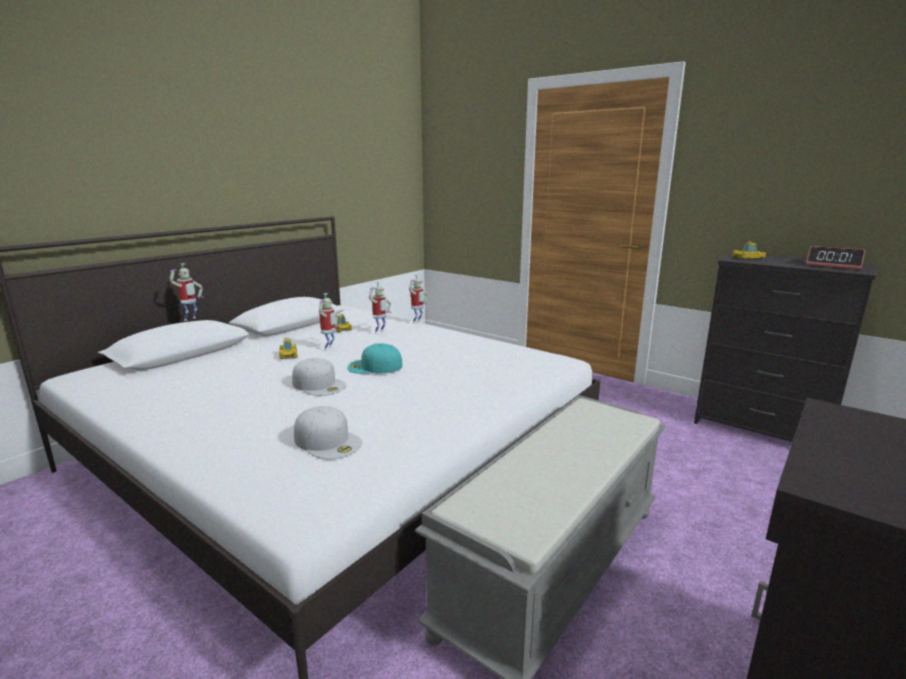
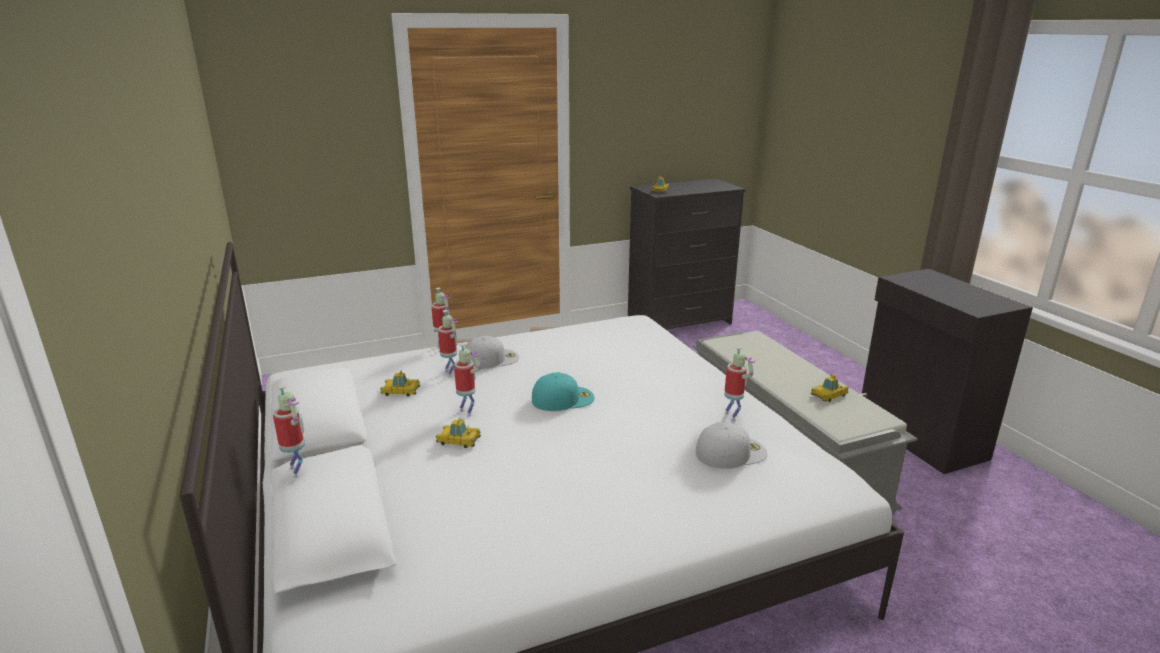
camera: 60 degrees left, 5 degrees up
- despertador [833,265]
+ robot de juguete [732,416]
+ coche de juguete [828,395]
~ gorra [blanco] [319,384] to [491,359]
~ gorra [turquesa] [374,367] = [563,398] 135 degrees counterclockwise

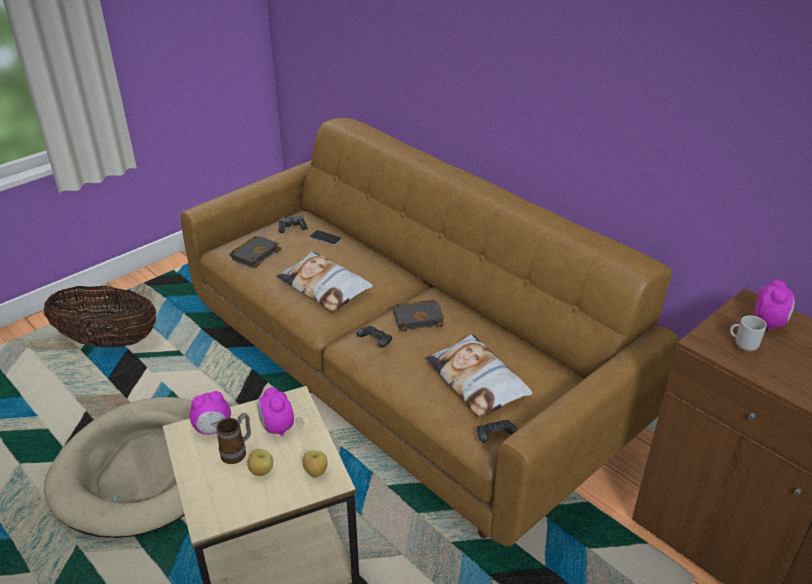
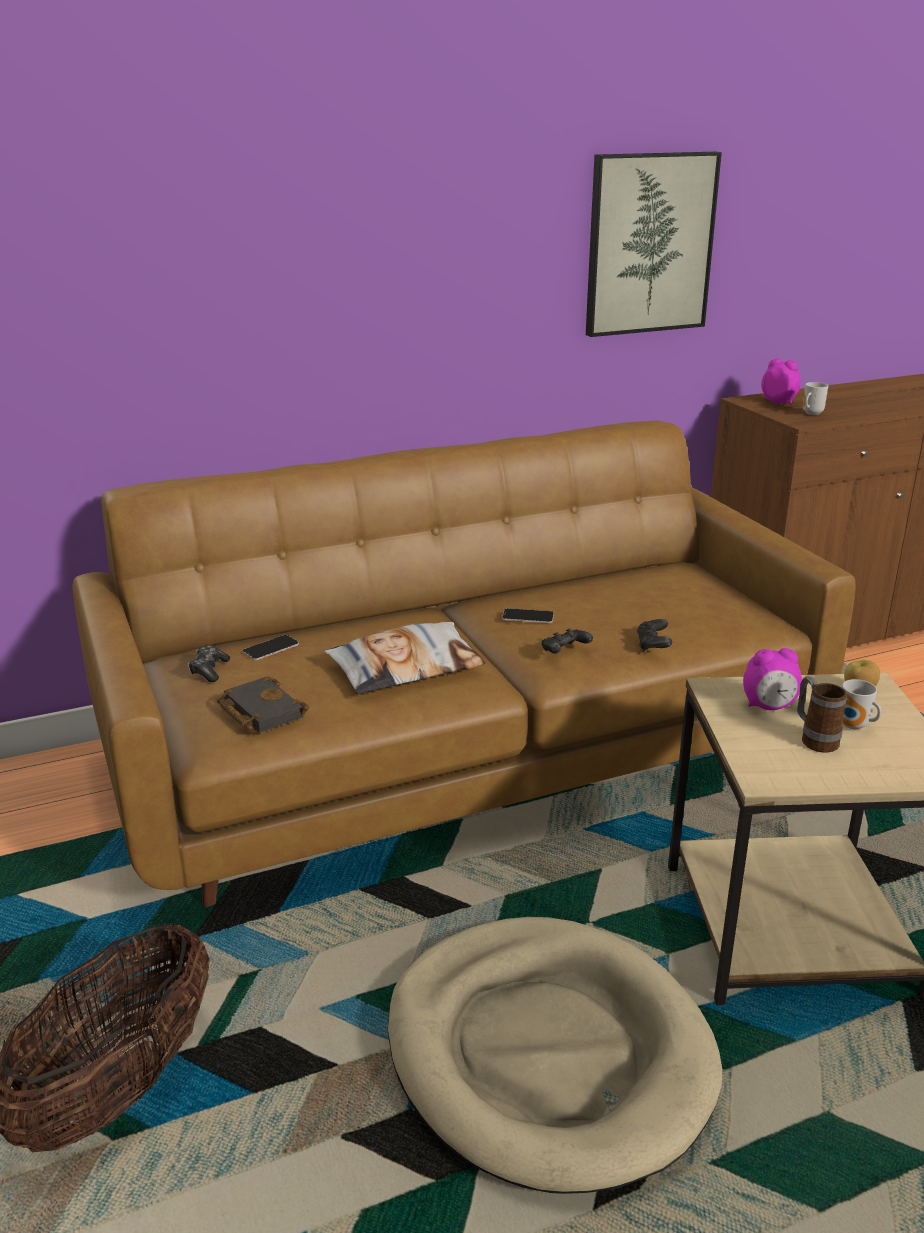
camera: 70 degrees left, 10 degrees down
- despertador [213,429]
- cojín [477,381]
+ cuadro [649,244]
~ mando de consola [negro] [495,437] to [653,645]
~ manzana [261,471] to taza grande [854,726]
~ libro [negro] [419,318] to móvil [528,617]

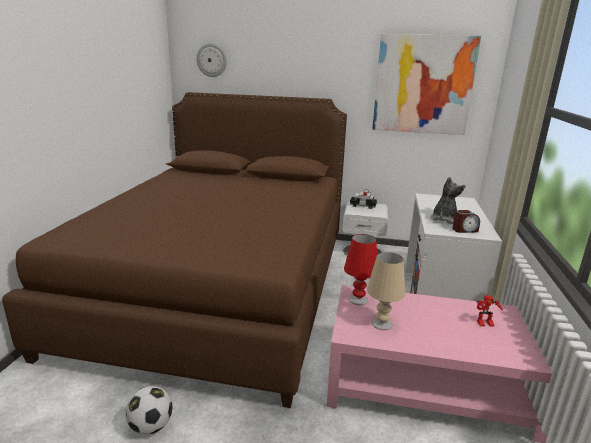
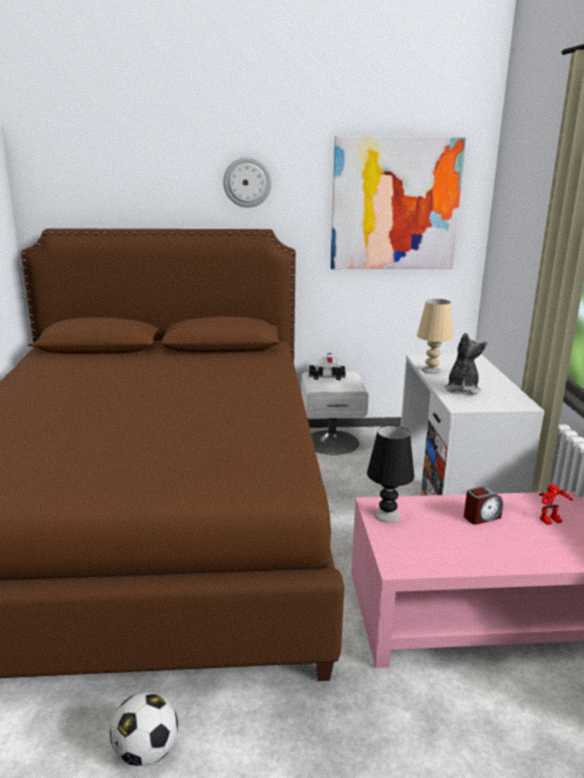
camera: 15 degrees left, 0 degrees up
~ reloj de pared [212,60] to [247,182]
~ lámpara de mesa [beis] [382,324] to [431,370]
~ despertador [464,230] to [481,517]
~ lámpara de mesa [rojo] [358,300] to lámpara de mesa [negro] [387,515]

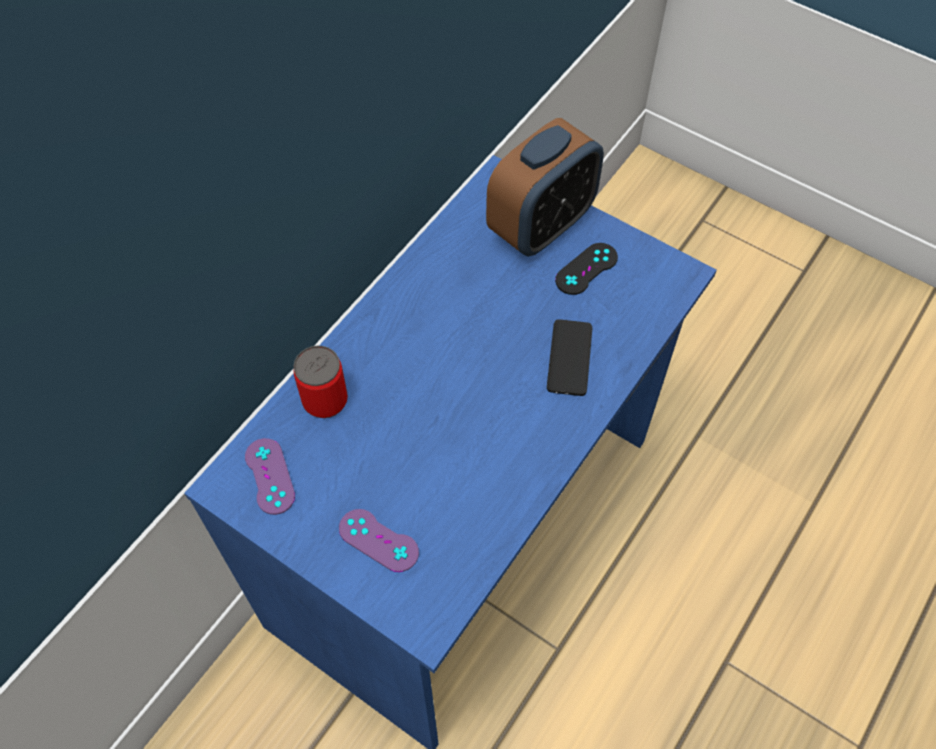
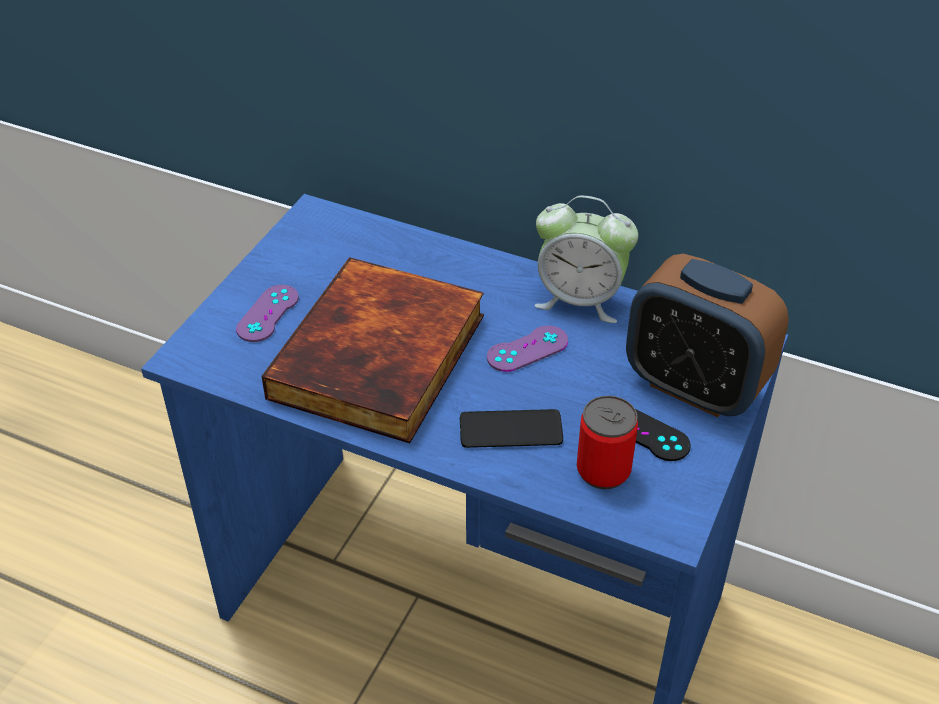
camera: 80 degrees right, 15 degrees down
+ libro [381,358]
+ despertador [580,300]
~ mando de consola [morado] [270,476] to [527,349]
~ lata [325,400] to [603,470]

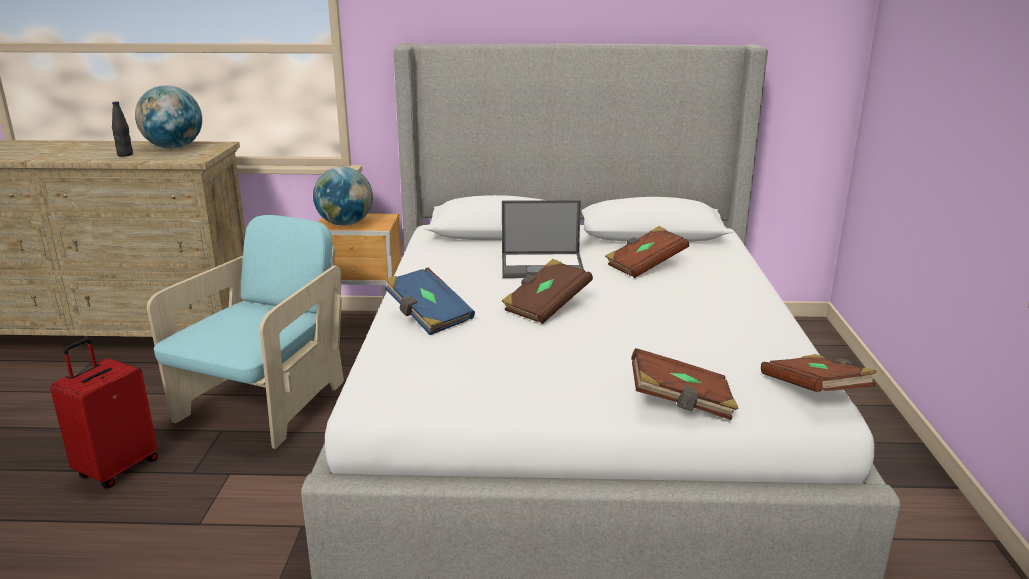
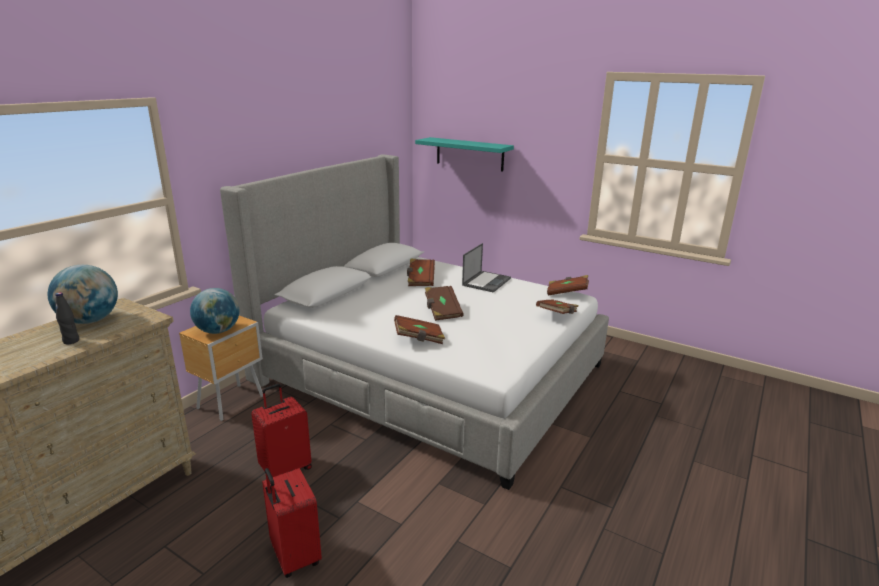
camera: 60 degrees left, 0 degrees up
+ estante [turquesa] [469,154]
~ portátil [543,266] to [486,281]
~ sillón [turquesa] [265,404] to maleta [rojo] [285,469]
~ libro [azul] [428,316] to libro [marrón] [419,339]

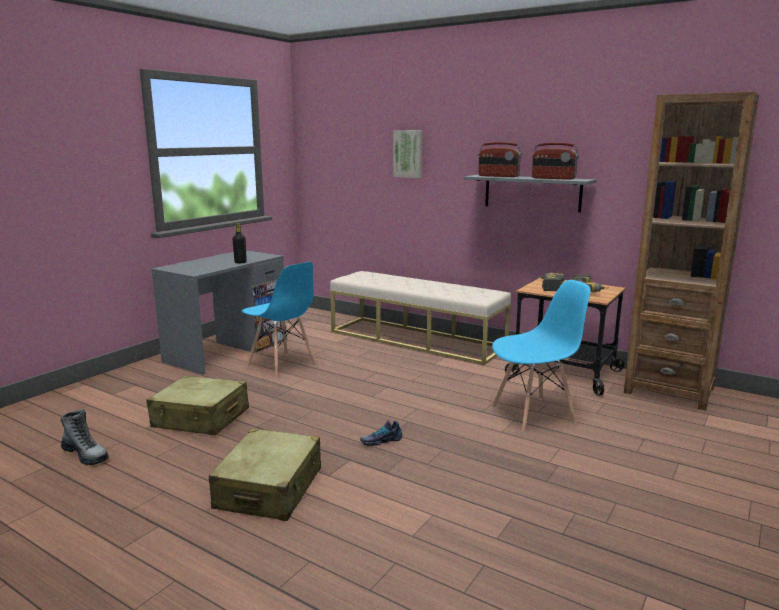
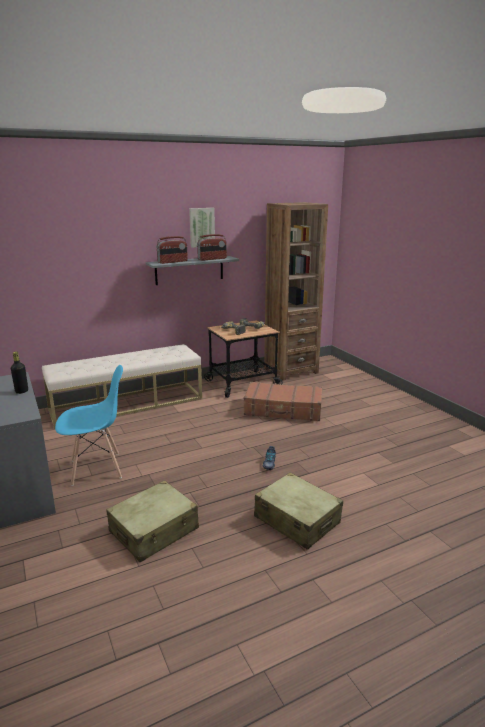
camera: 60 degrees left, 5 degrees up
- bota [86,455]
~ cuadro [408,153] to [201,227]
~ silla [azul] [533,415] to maleta [marrón] [283,410]

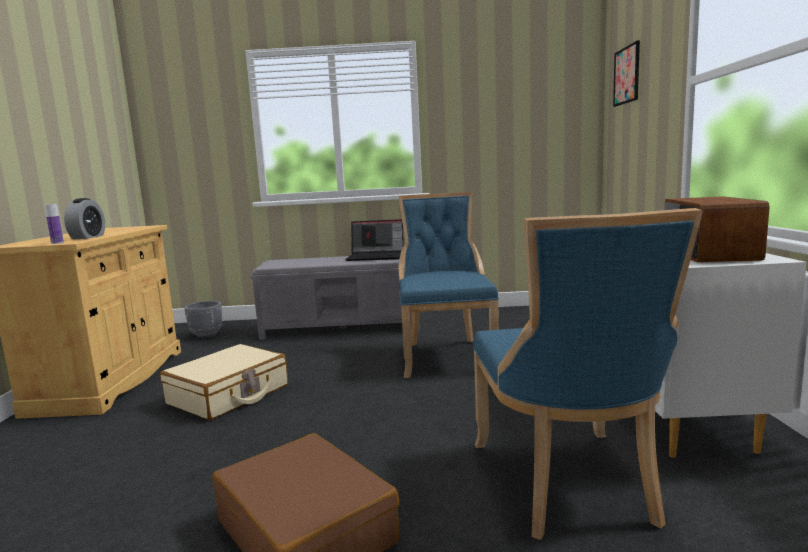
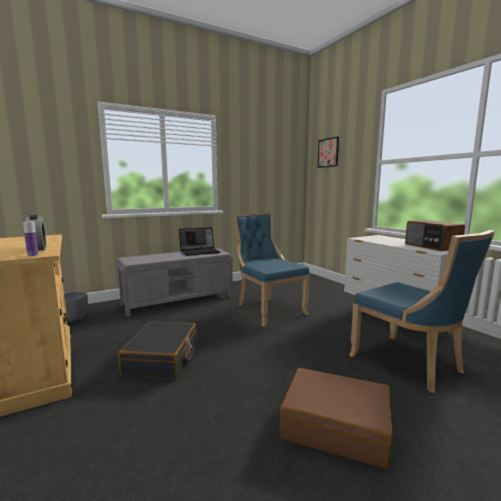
camera: 30 degrees left, 0 degrees up
~ maleta [beis] [229,395] to maleta [negro] [162,359]

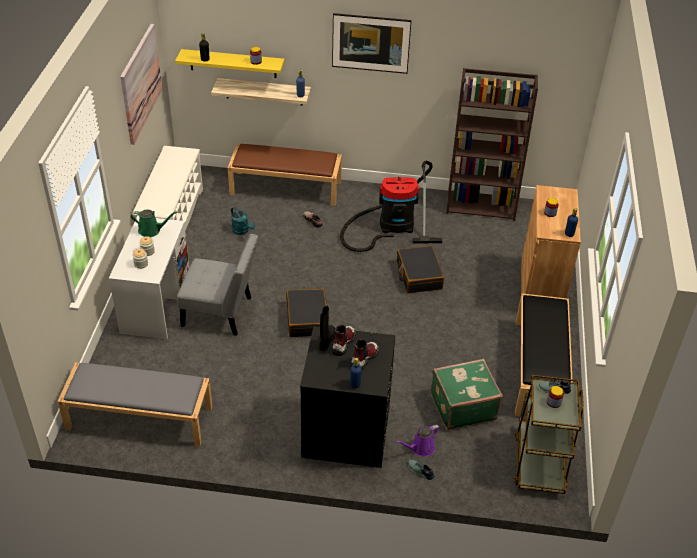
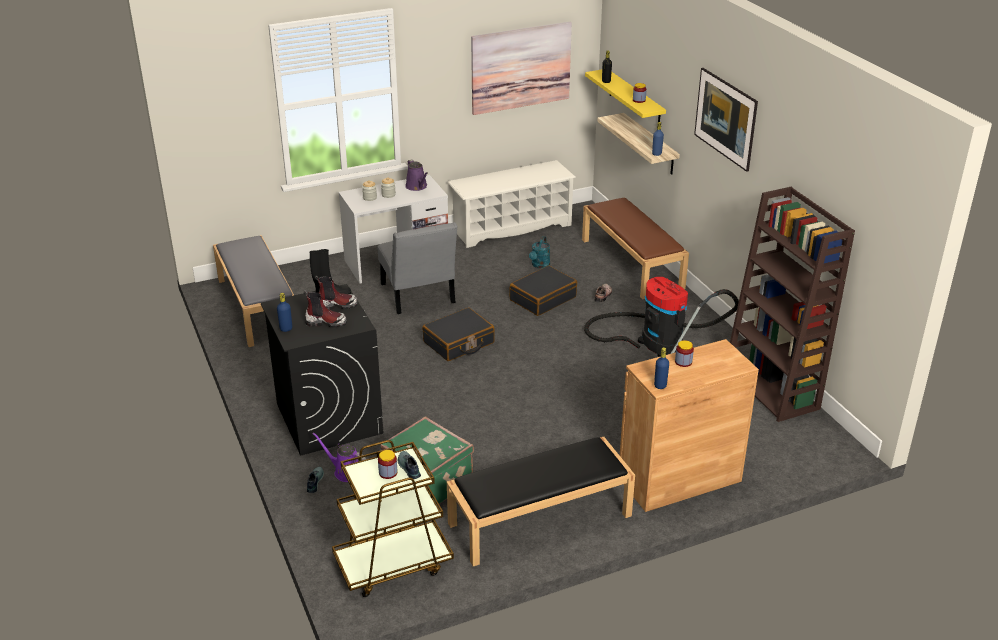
camera: 60 degrees right, 10 degrees down
~ maleta [negro] [418,275] to [542,298]
~ regadera [verde] [151,230] to regadera [morado] [417,187]

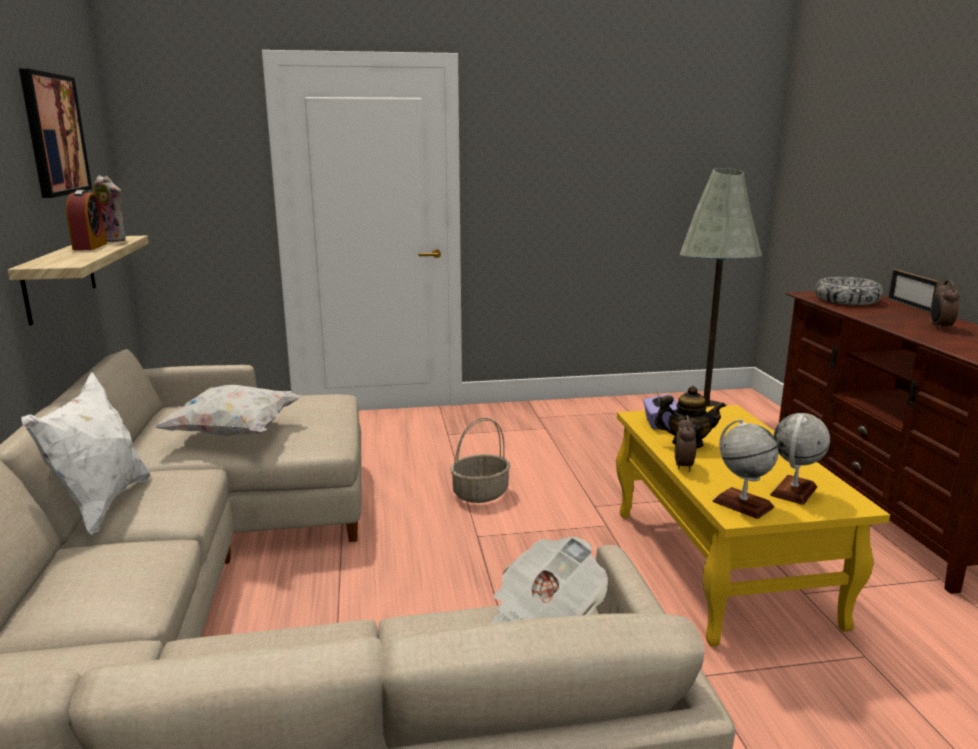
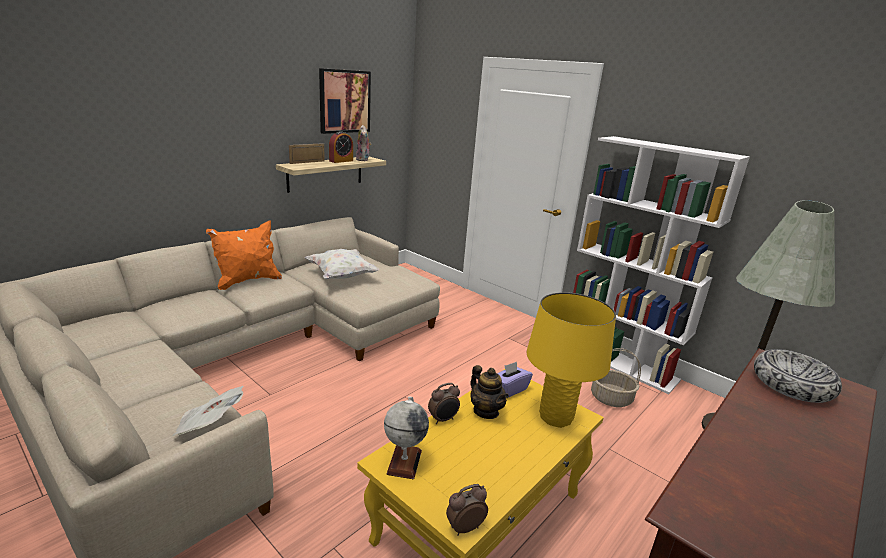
camera: 50 degrees right, 5 degrees up
- globo terráqueo [793,491]
+ lámpara de mesa [amarillo] [556,417]
+ estantería [blanco] [617,362]
~ cesta [480,493] to [611,398]
~ portarretratos [910,306] to [307,162]
~ despertador [940,327] to [464,527]
~ cojín [blanco] [101,505] to cojín [naranja] [247,281]

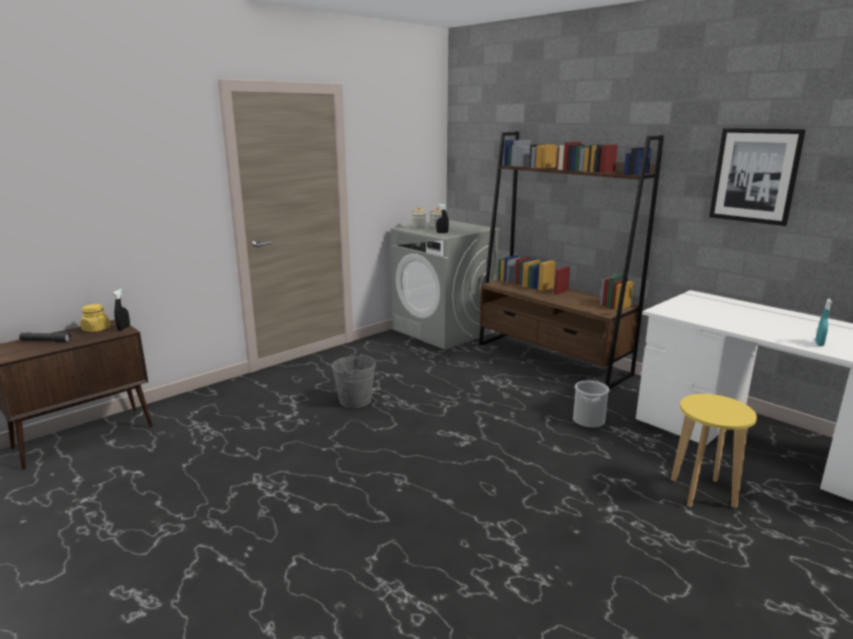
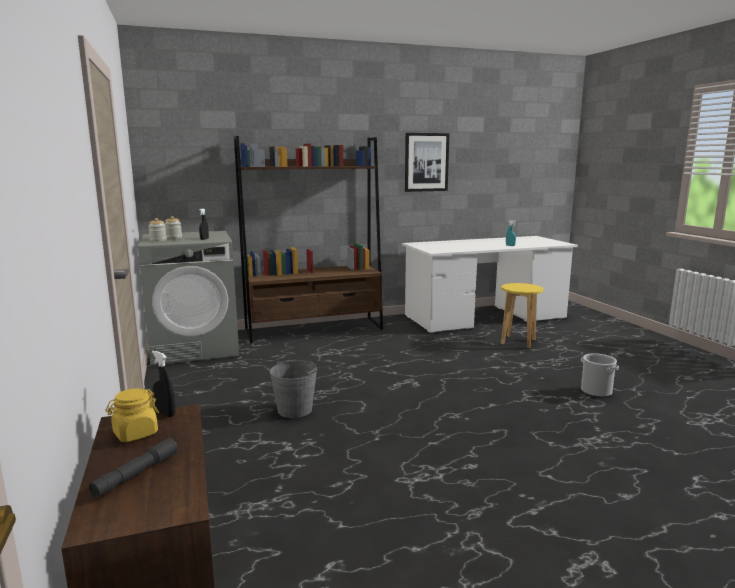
camera: 65 degrees left, 5 degrees down
~ cubo [588,421] to [596,391]

